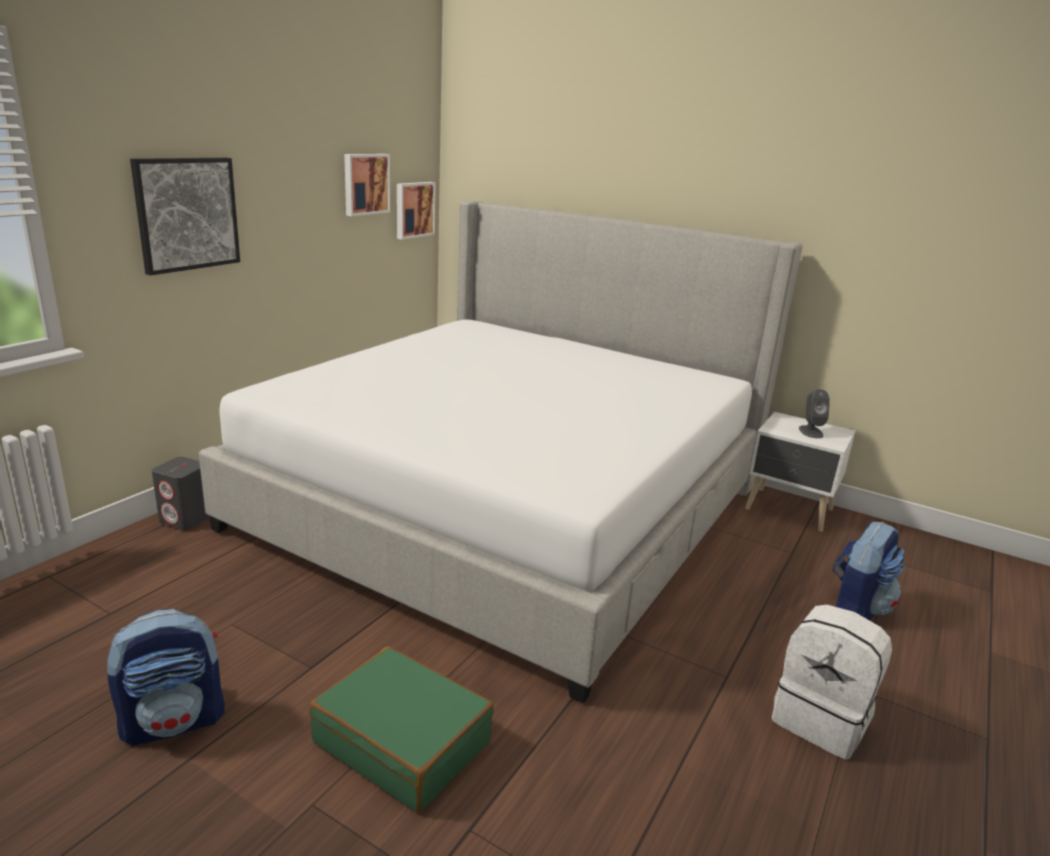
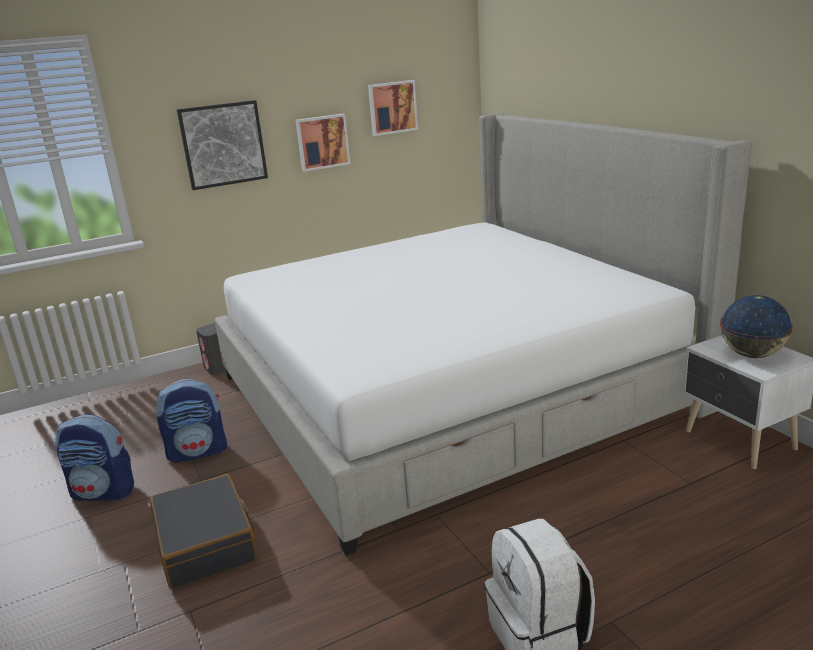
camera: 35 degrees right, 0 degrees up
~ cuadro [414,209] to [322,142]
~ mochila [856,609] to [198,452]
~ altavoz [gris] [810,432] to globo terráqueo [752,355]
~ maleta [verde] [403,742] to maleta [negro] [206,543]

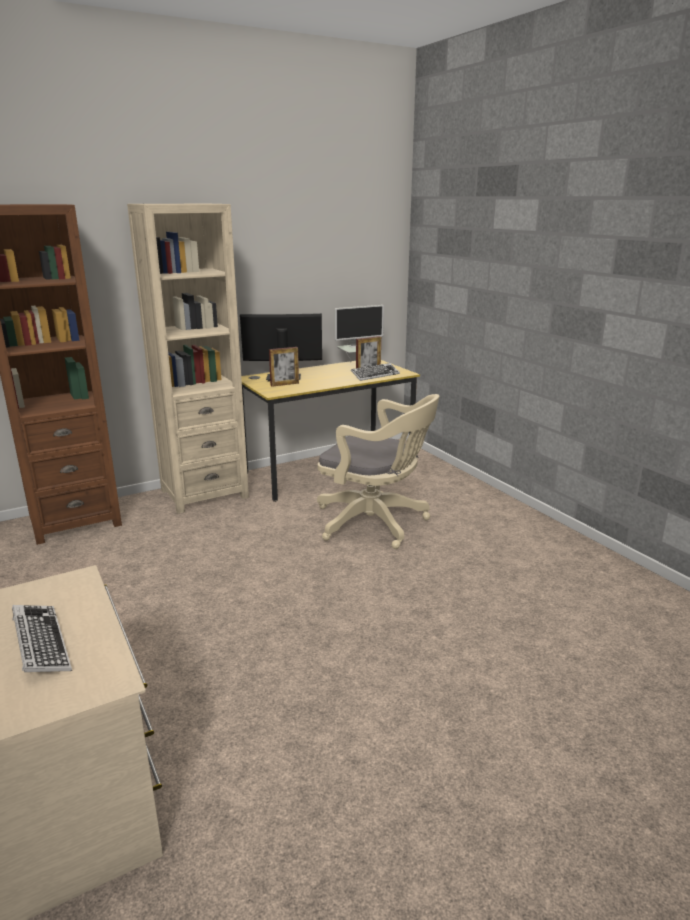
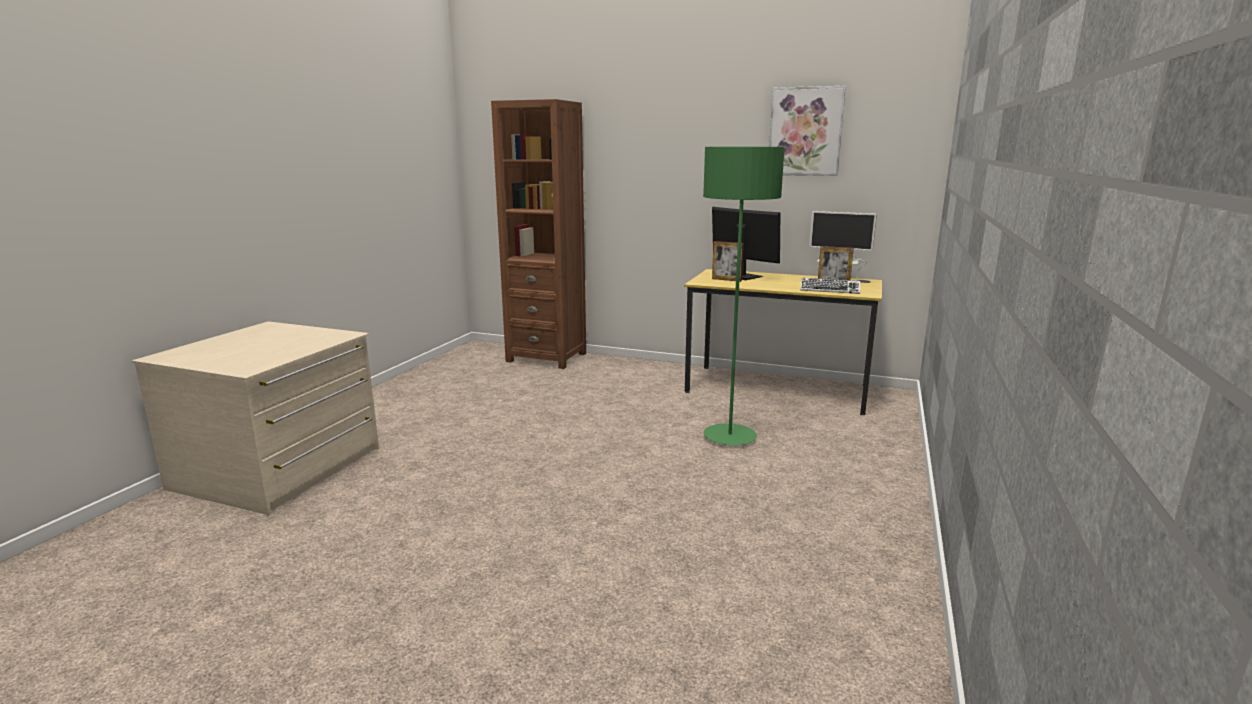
camera: 50 degrees right, 5 degrees down
- teclado [41,644]
- estantería [beis] [204,493]
+ cuadro [805,131]
~ silla de oficina [beis] [376,523] to lámpara de pie [verde] [729,437]

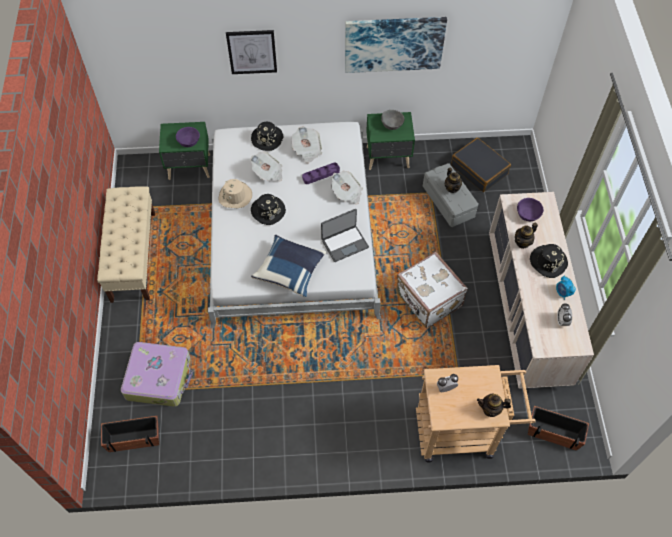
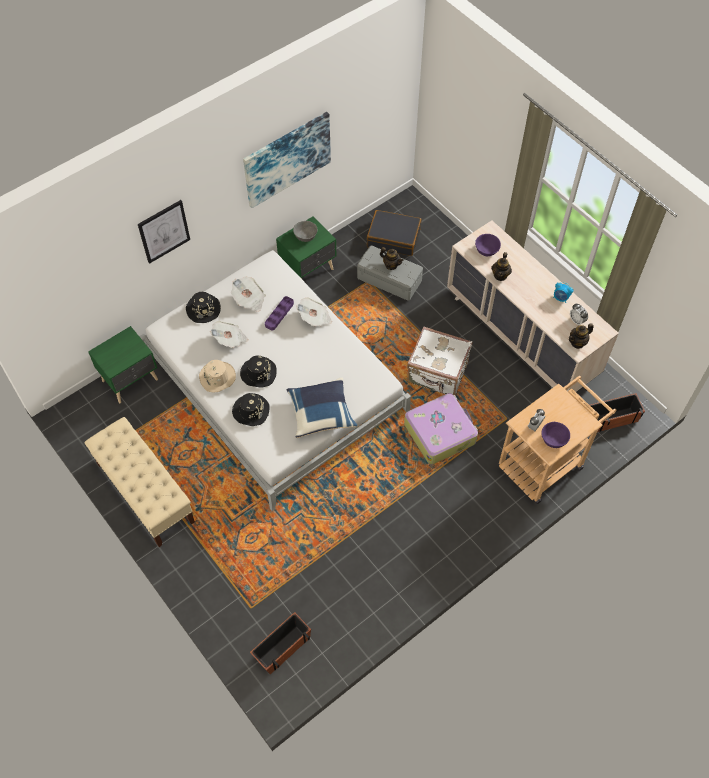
camera: 35 degrees left, 0 degrees up
- portátil [344,243]
~ maleta [159,377] to [440,432]
~ cuenco [morado] [189,141] to [553,439]
~ tetera [491,409] to [577,342]
~ sombrero [negro] [548,262] to [251,411]

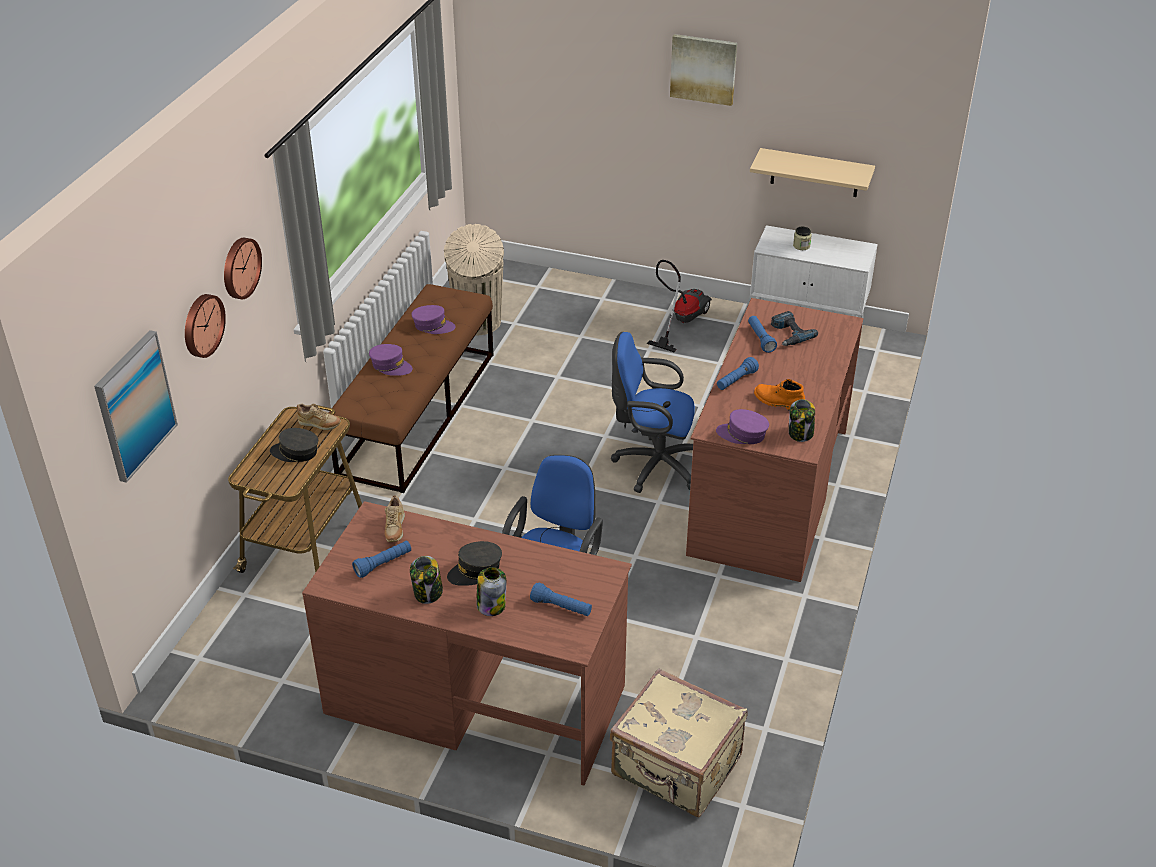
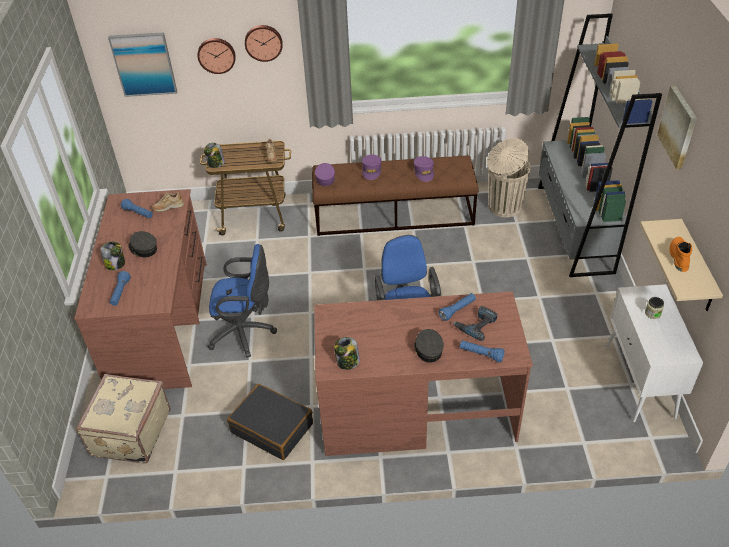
camera: 70 degrees right, 5 degrees up
- aspiradora [680,321]
+ maleta [negro] [272,428]
+ estantería [gris] [574,228]
~ gorra [gris] [295,452] to [428,349]
~ tarro [428,593] to [216,164]
~ gorra [morado] [742,434] to [325,178]
~ linterna [azul] [736,381] to [481,354]
~ bota [naranja] [778,402] to [678,256]

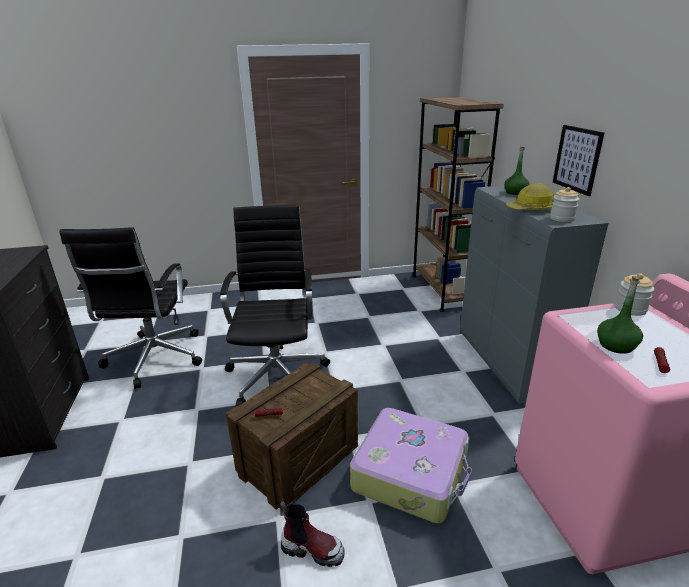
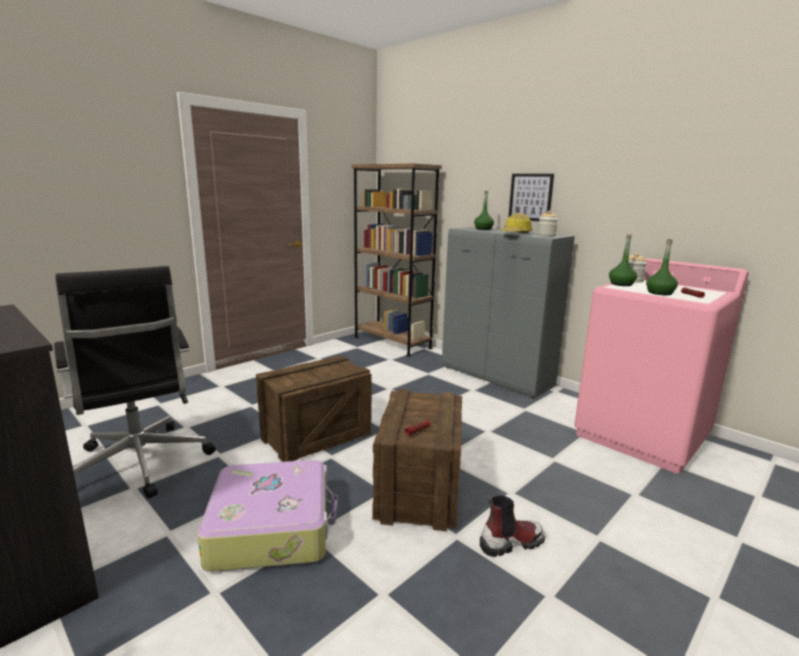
camera: 35 degrees left, 10 degrees down
+ botella [verde] [621,284]
~ maleta [411,473] to [272,527]
~ silla de oficina [negro] [277,374] to caja de embalaje [316,435]

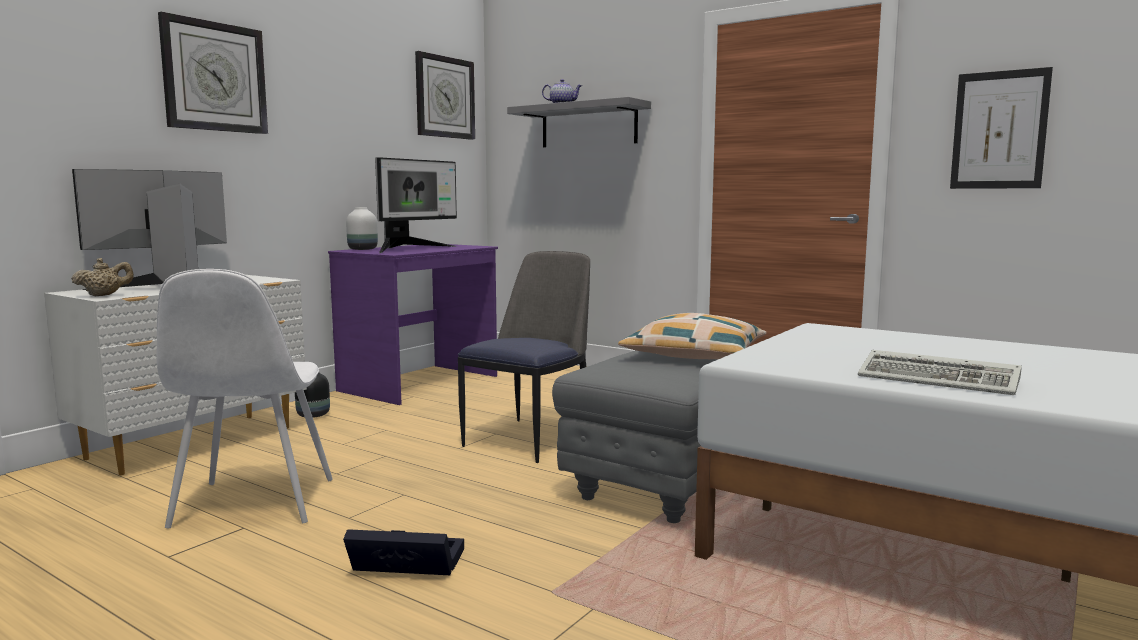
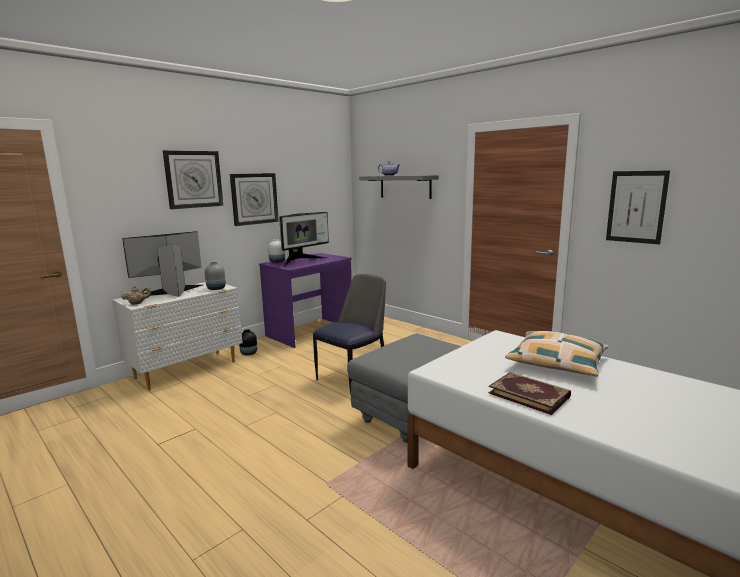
camera: 10 degrees right, 5 degrees up
- silla [blanco] [253,504]
- caja de almacenaje [negro] [403,564]
+ florero [gris] [216,288]
~ reloj de pared [444,97] to [254,198]
~ cojín [694,355] to [556,362]
~ teclado [941,380] to libro [529,394]

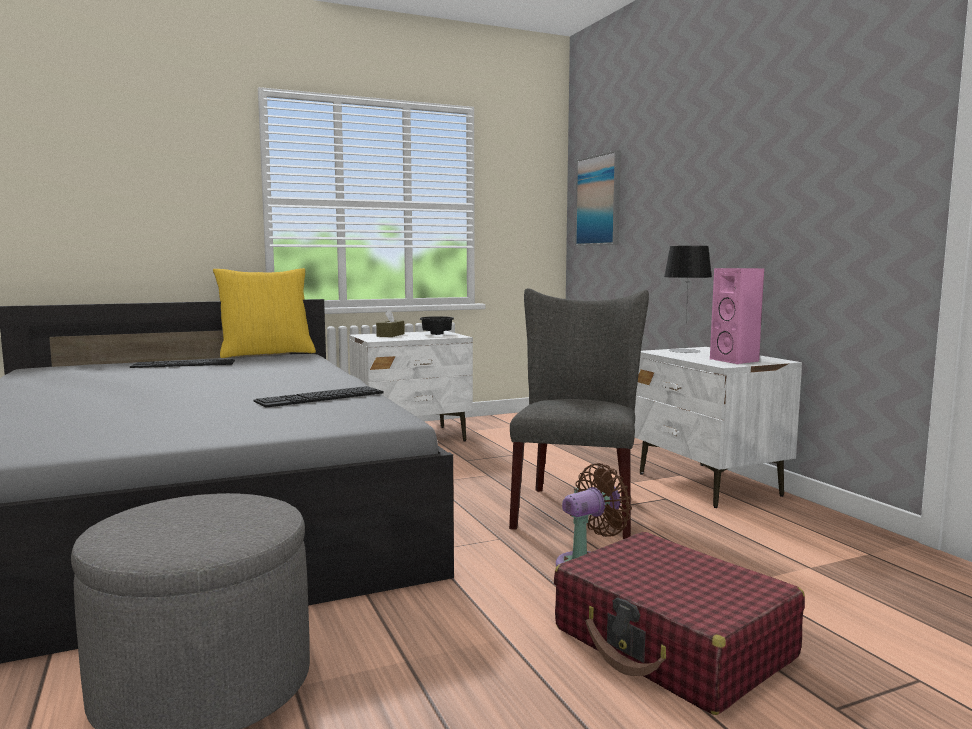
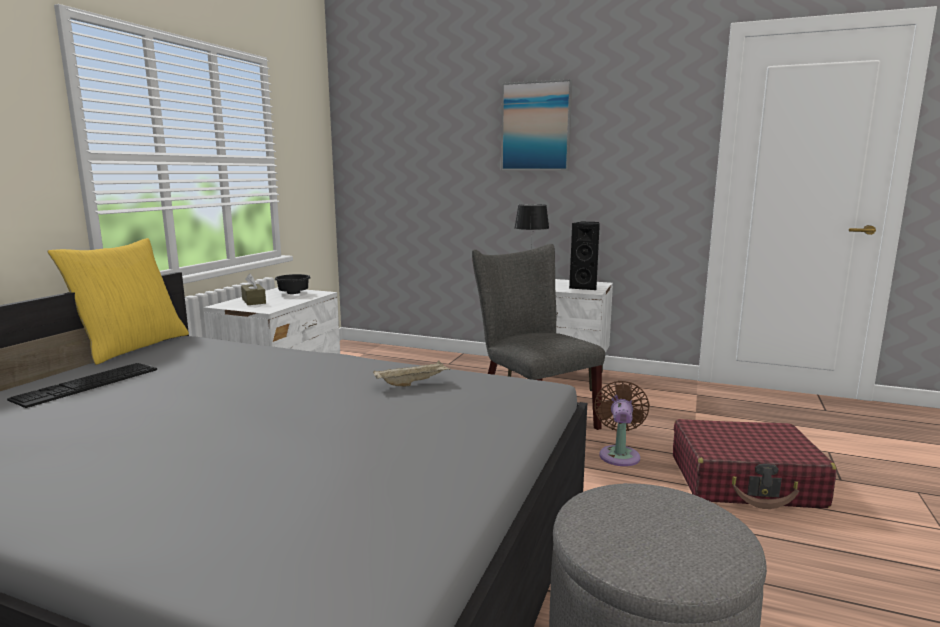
camera: 45 degrees left, 5 degrees up
~ cuadro [599,200] to [536,126]
~ teclado [320,397] to bandeja [beis] [413,383]
~ altavoz [rosa] [736,360] to altavoz [negro] [585,287]

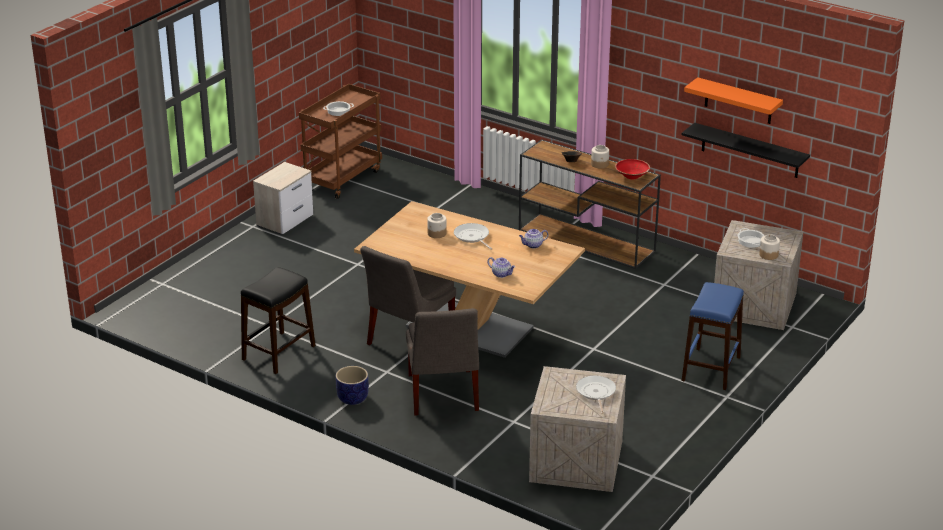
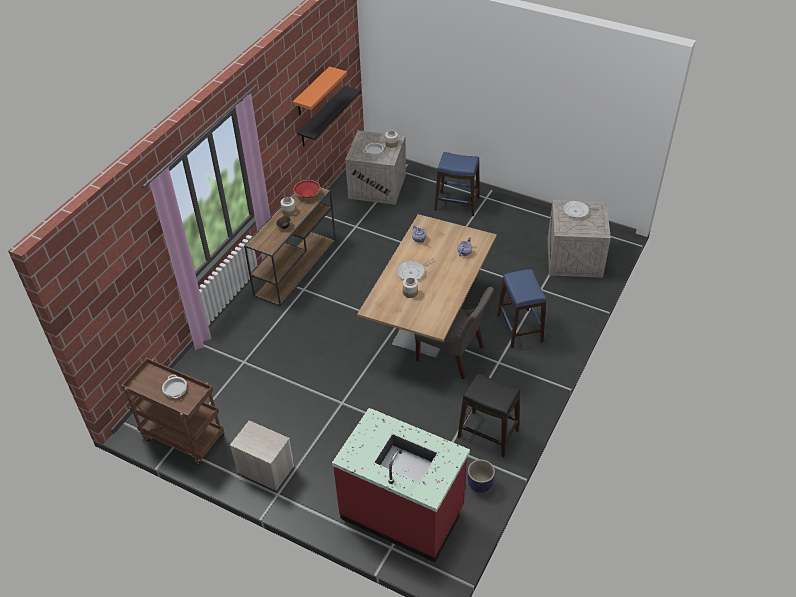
camera: 95 degrees left, 15 degrees up
+ mueble bajo de cocina [rojo] [402,512]
~ maceta [352,399] to [480,484]
~ silla [gris] [442,395] to taburete [azul] [520,328]

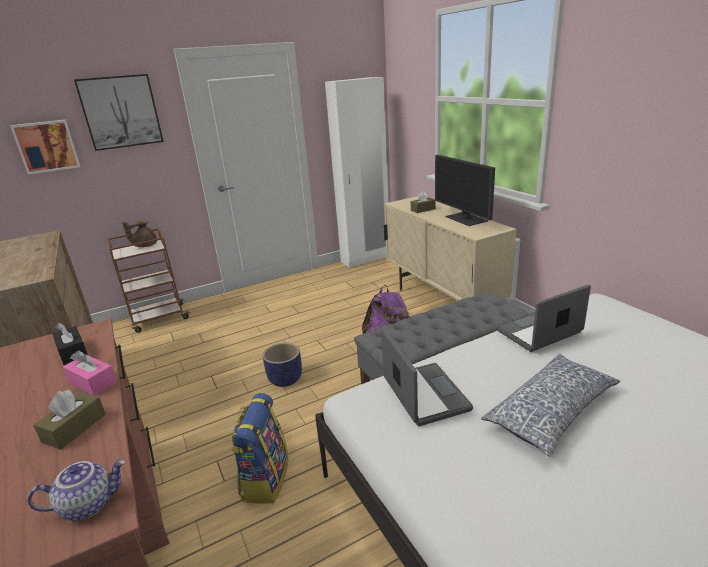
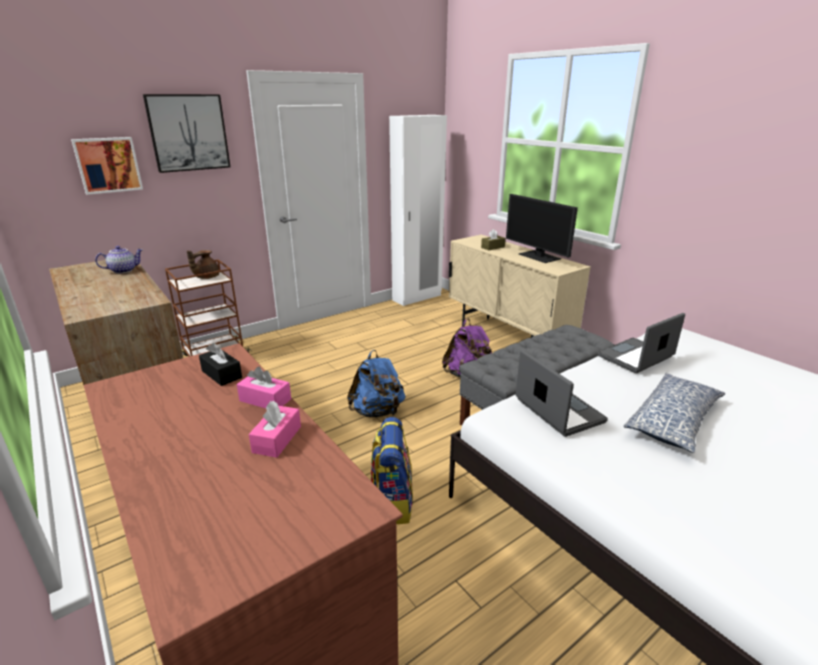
camera: 10 degrees left, 0 degrees up
~ tetera [89,503] to [123,270]
~ maceta [285,379] to mochila [azul] [377,411]
~ caja de pañuelos [marrón] [74,428] to caja de pañuelos [rosa] [277,439]

